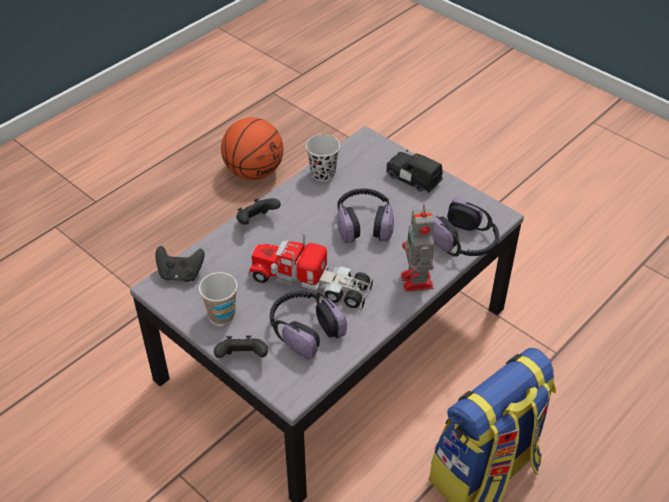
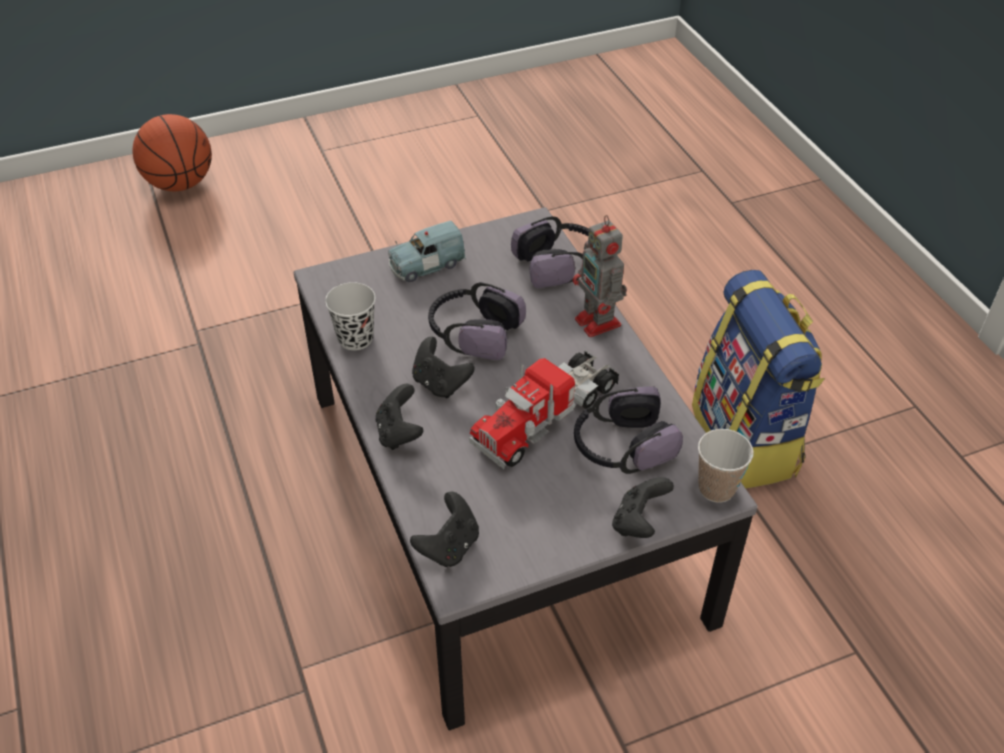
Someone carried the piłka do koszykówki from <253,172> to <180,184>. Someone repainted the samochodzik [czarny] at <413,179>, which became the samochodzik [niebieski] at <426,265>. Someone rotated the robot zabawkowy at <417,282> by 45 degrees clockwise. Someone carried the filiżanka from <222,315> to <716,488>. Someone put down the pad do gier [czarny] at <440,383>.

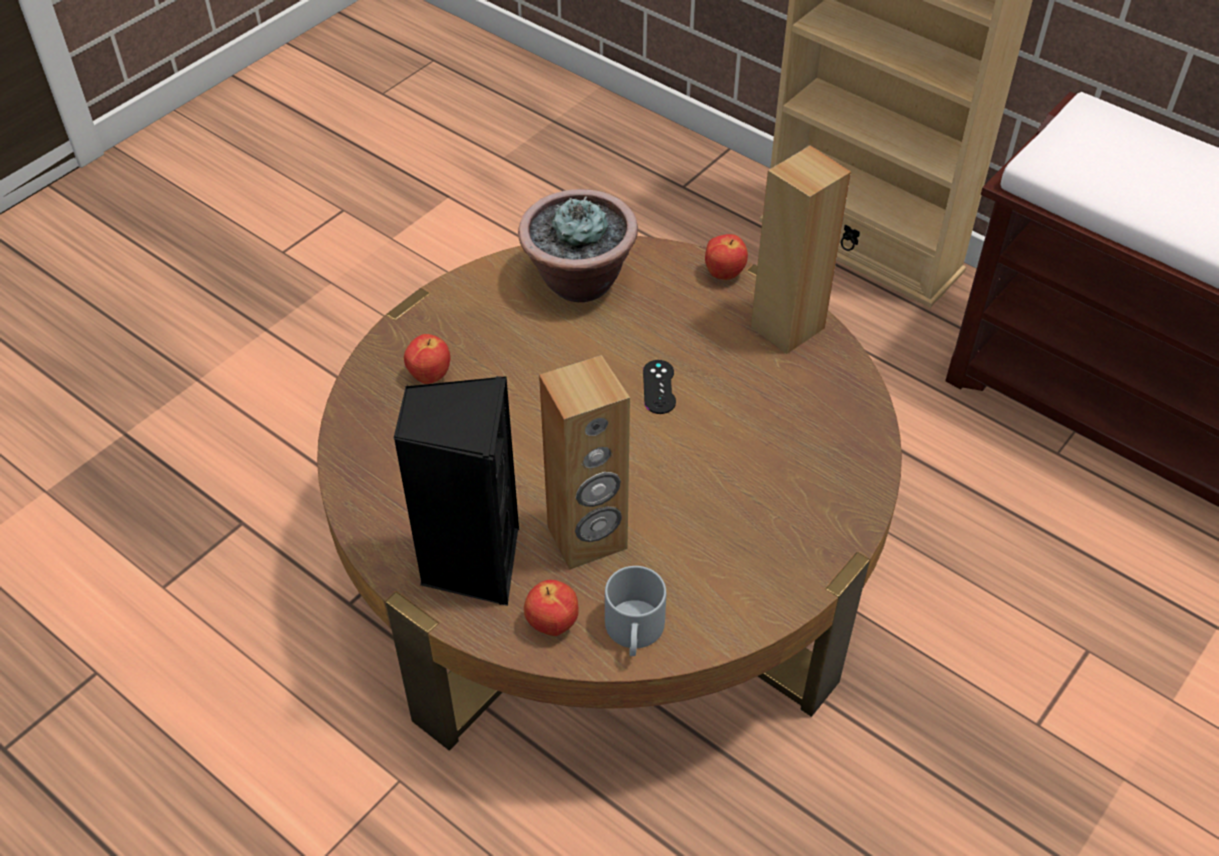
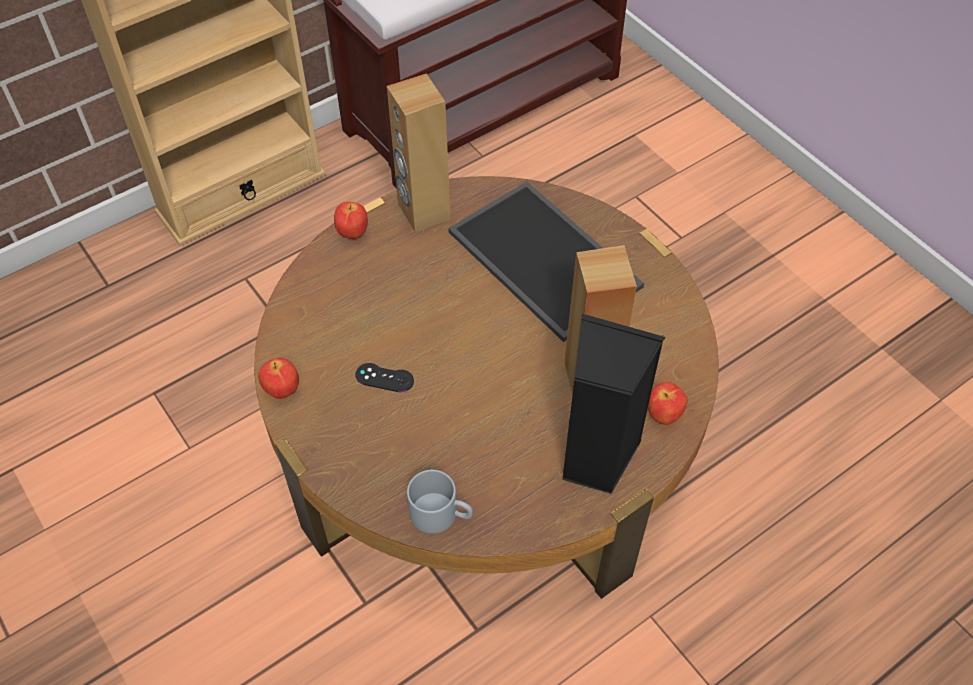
Someone took away the roślina doniczkowa at <578,281>. Someone carried the jabłko from <429,376> to <281,390>. Someone carried the pad do gier [czarny] from <659,387> to <384,378>. Someone carried the kubek [szary] from <635,633> to <441,514>. Someone put down the taca at <547,259>.

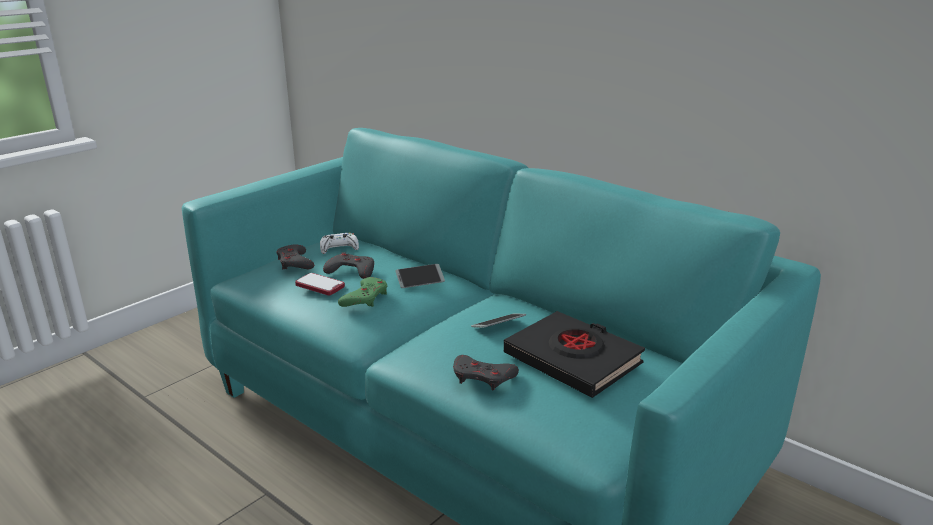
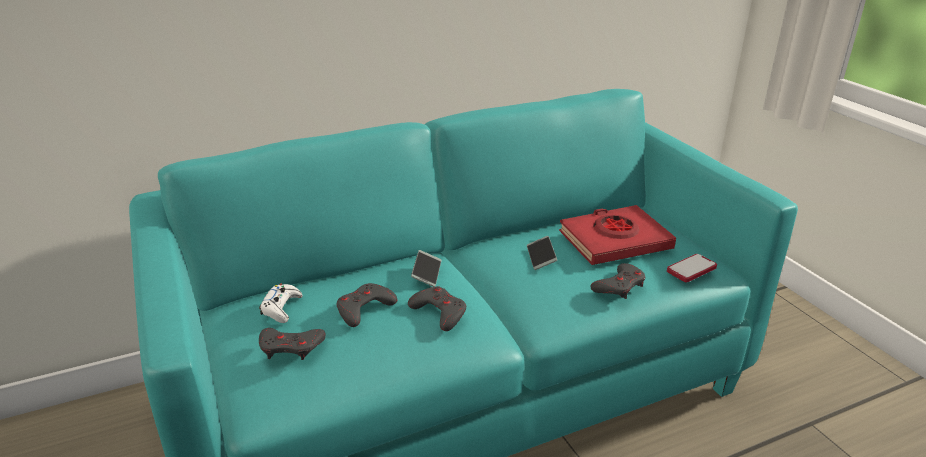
Someone carried the telefon from <320,285> to <691,269>. Someone repainted the pad do gier [zielony] at <365,298>, which became the pad do gier [szary] at <439,312>. Someone repainted the książka [czarny] at <573,360>, which became the książka [czerwony] at <614,241>.

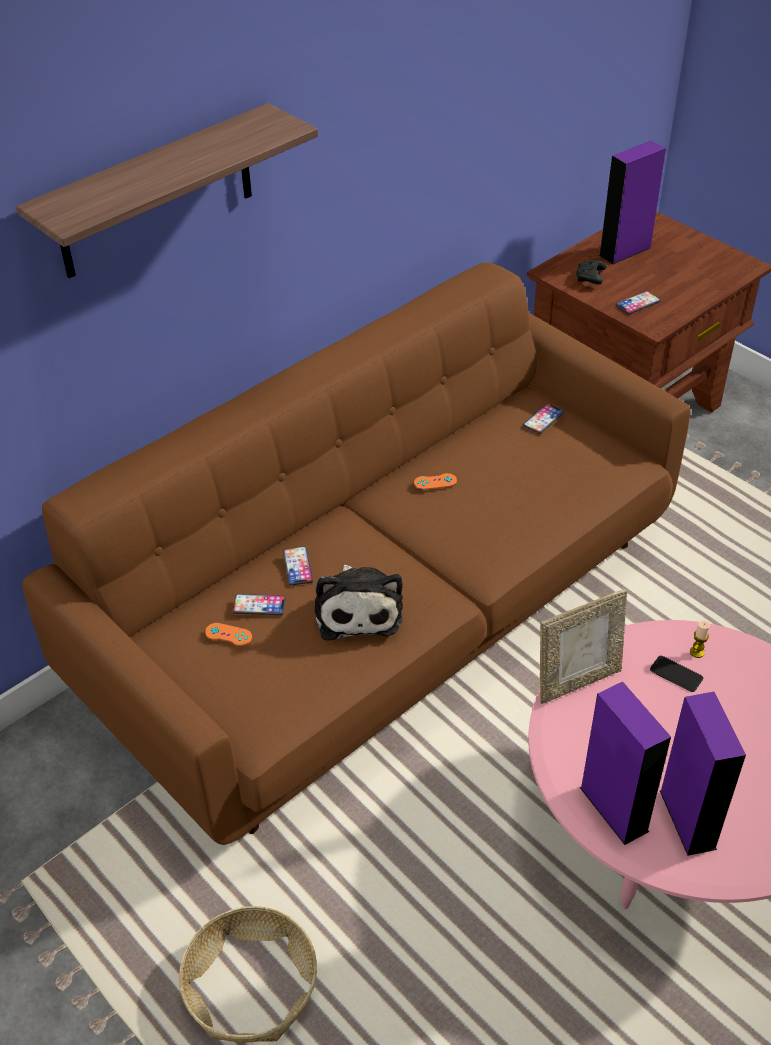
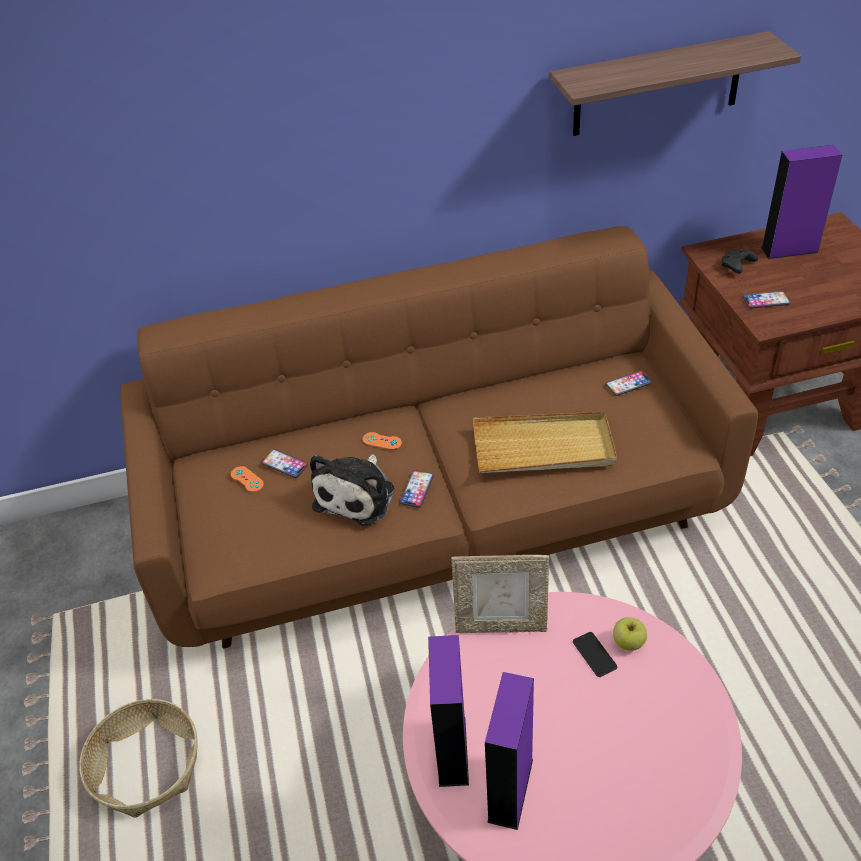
Someone carried the półka from <156,193> to <657,85>. Someone carried the pad do gier [pomarańczowy] from <435,482> to <382,441>. Someone carried the telefon from <297,566> to <417,489>. Someone swapped the świeca at <697,652> for the jabłko at <628,642>. Someone put down the taca [beżowy] at <543,447>.

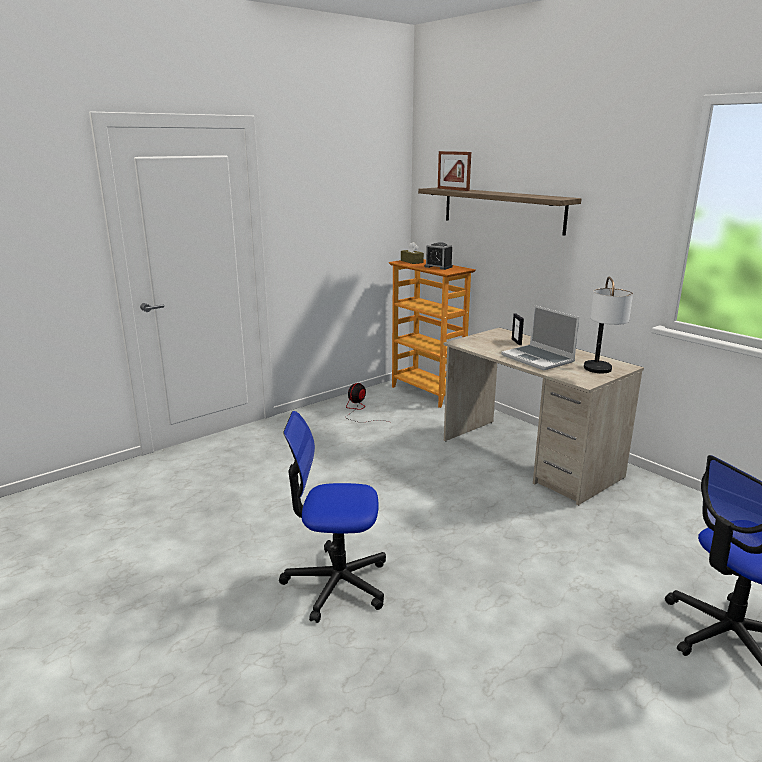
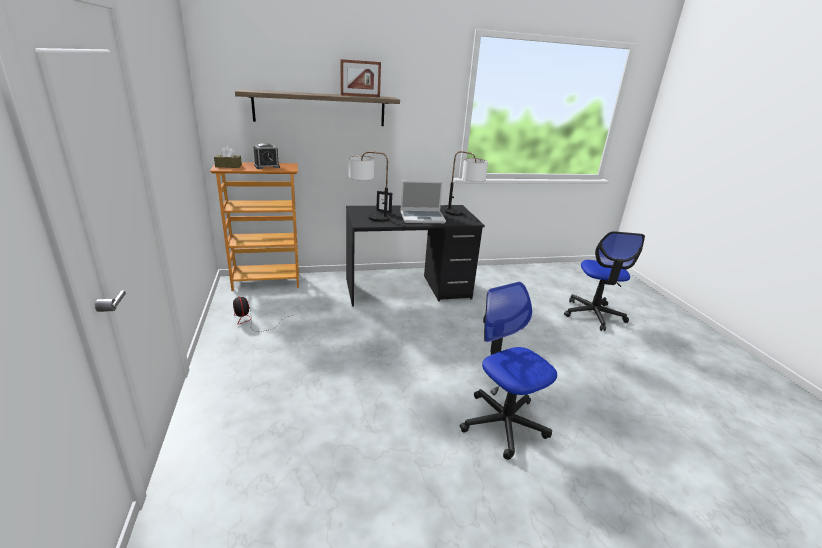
Someone carried the ramka na zdjęcie from <453,189> to <360,96>. Someone repainted the biurko [beżowy] at <529,458>, which became the biurko [czarny] at <408,289>. Someone rotated the krzesło biurowe at <336,583> by 120 degrees clockwise. Someone put down the lampa stołowa at <368,217>.

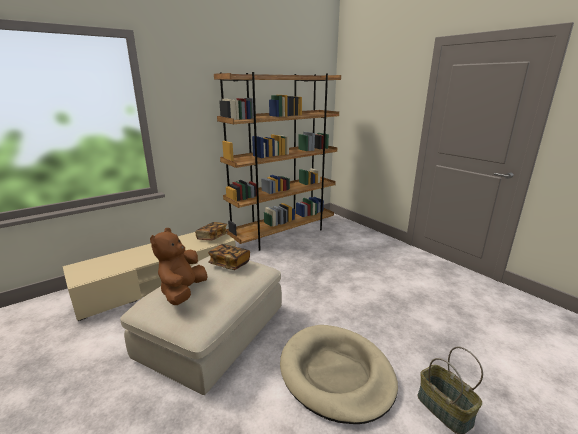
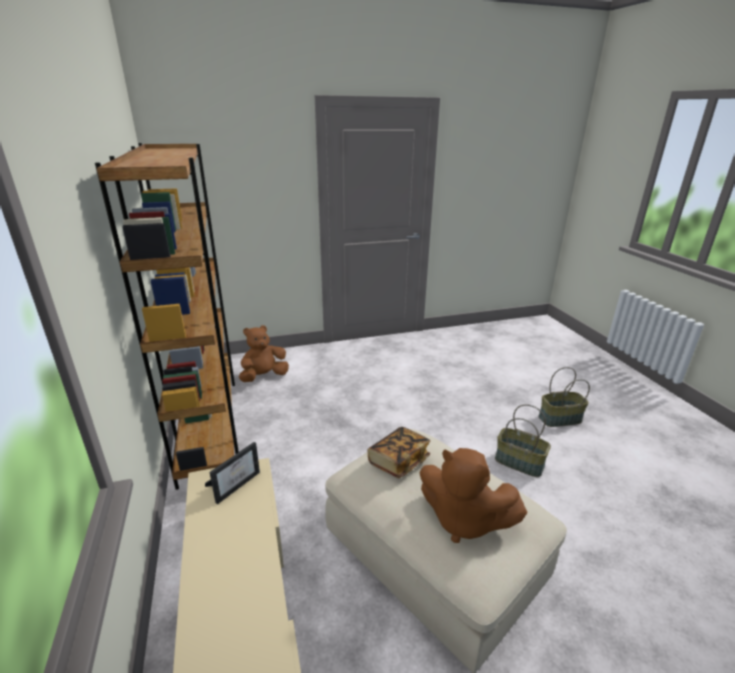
Someone swapped the książka at <212,237> for the ramka na zdjęcie at <235,484>. Someone swapped the legowisko [beżowy] at <336,374> for the koszyk at <519,462>. Someone put down the pluszak [brązowy] at <264,376>.

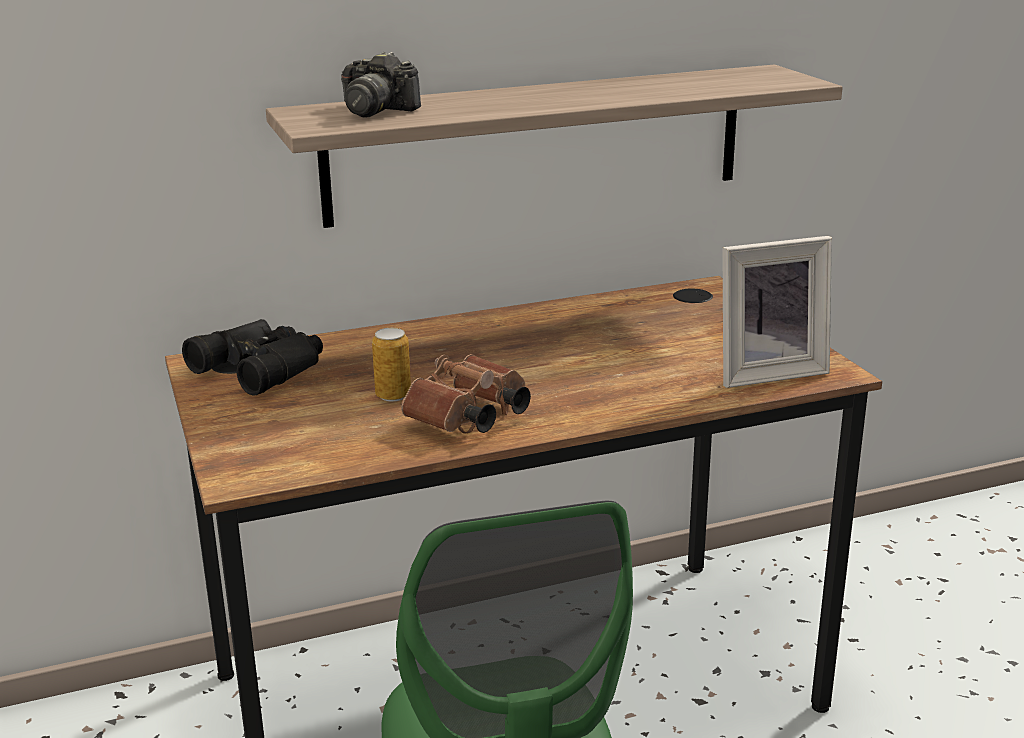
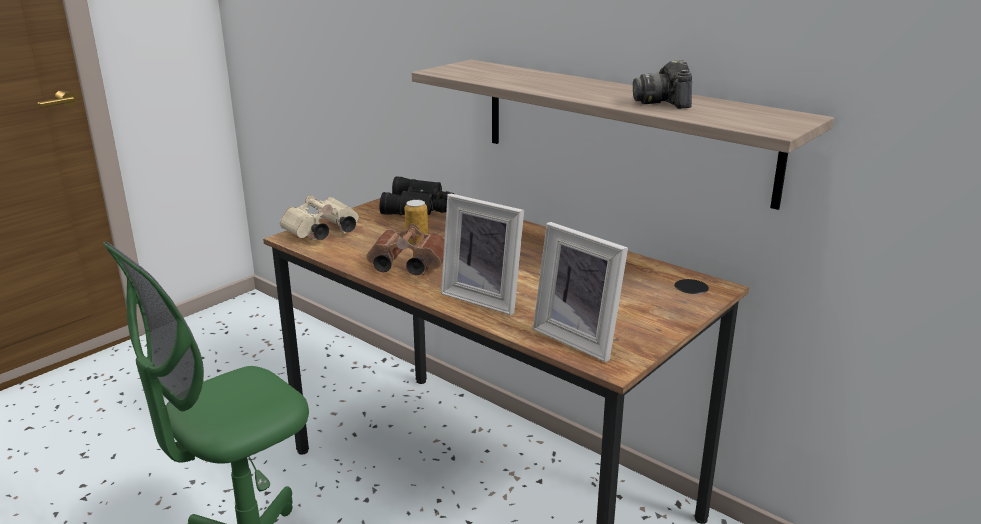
Someone carried the aparat fotograficzny from <376,110> to <664,102>. Someone put down the ramka na zdjęcie at <485,298>. Someone put down the lornetka [beżowy] at <320,233>.

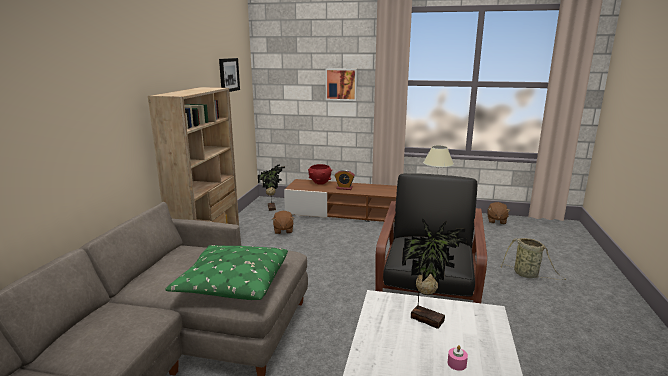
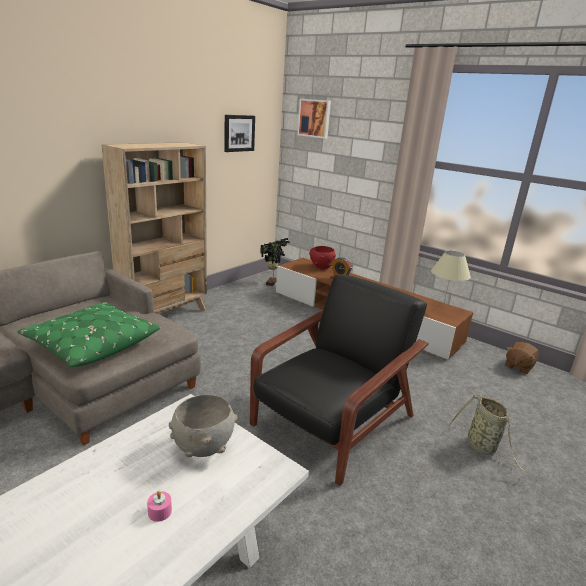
Someone carried the obraz from <341,84> to <314,118>. Someone took away the pluszak [brązowy] at <283,230>. Someone swapped the roślina doniczkowa at <427,318> for the miska [szary] at <203,448>.

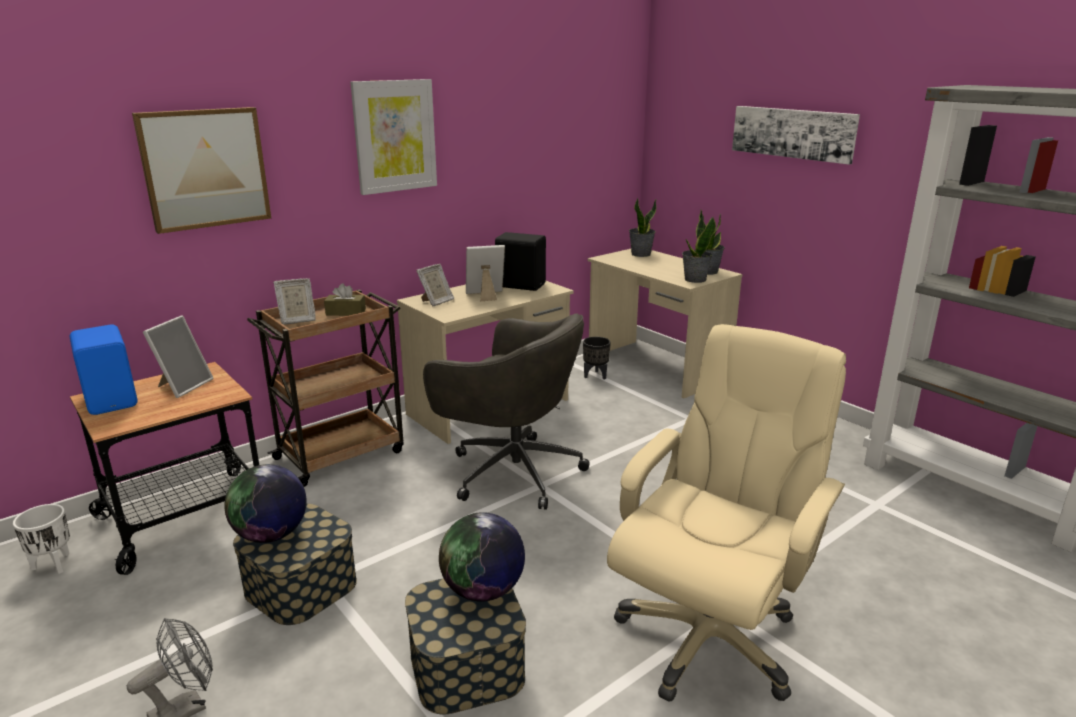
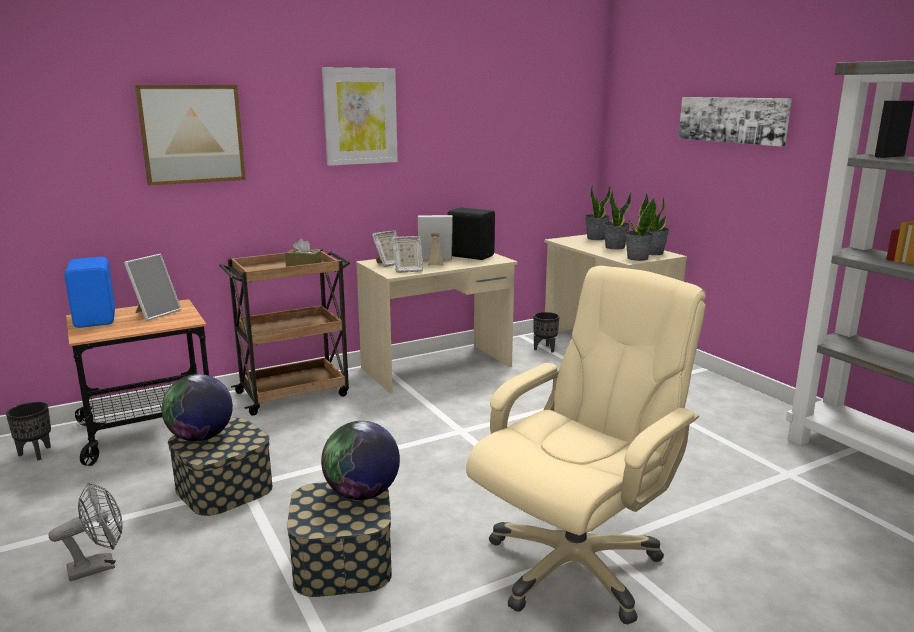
Someone carried the ramka na zdjęcie from <297,320> to <407,270>. Someone took away the krzesło biurowe [szary] at <512,471>. Someone repainted the donica [biały] at <52,565>, which became the donica [czarny] at <35,454>. Someone put down the roślina doniczkowa at <614,247>.

